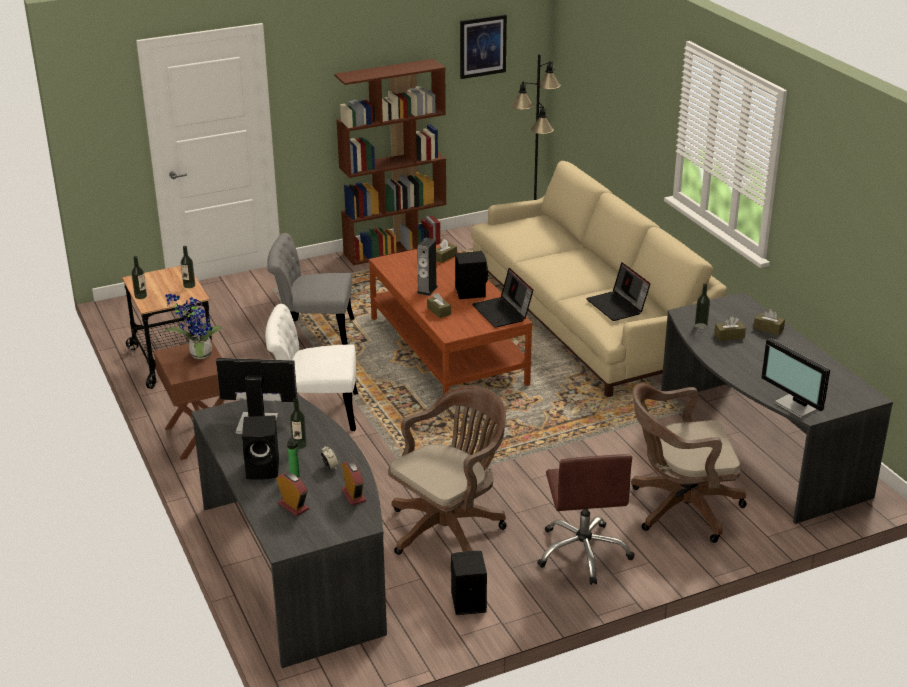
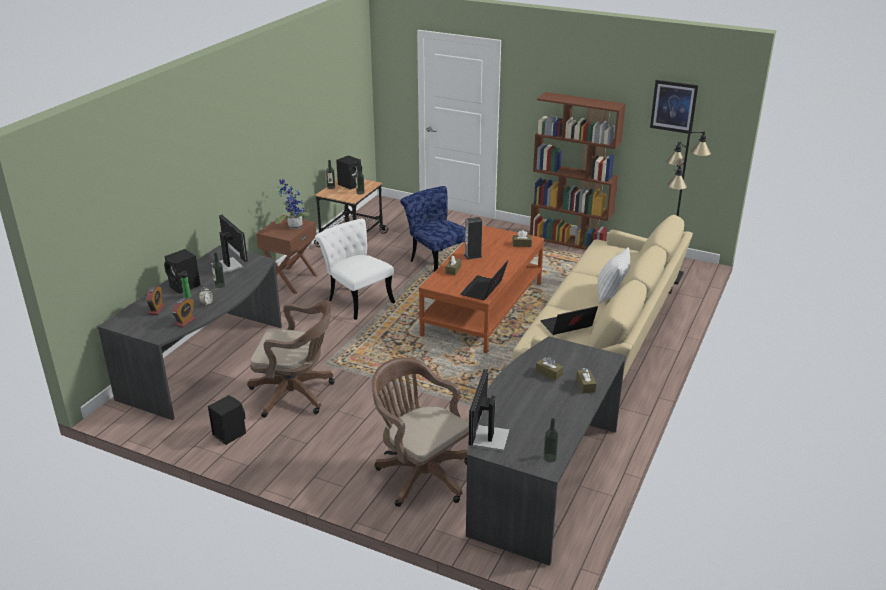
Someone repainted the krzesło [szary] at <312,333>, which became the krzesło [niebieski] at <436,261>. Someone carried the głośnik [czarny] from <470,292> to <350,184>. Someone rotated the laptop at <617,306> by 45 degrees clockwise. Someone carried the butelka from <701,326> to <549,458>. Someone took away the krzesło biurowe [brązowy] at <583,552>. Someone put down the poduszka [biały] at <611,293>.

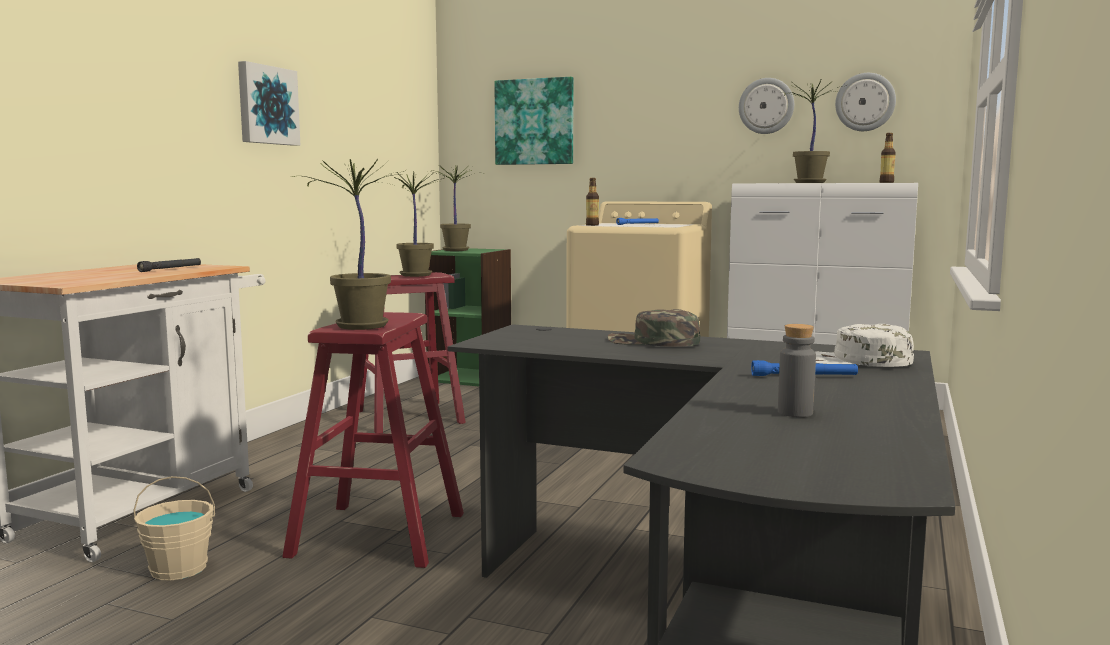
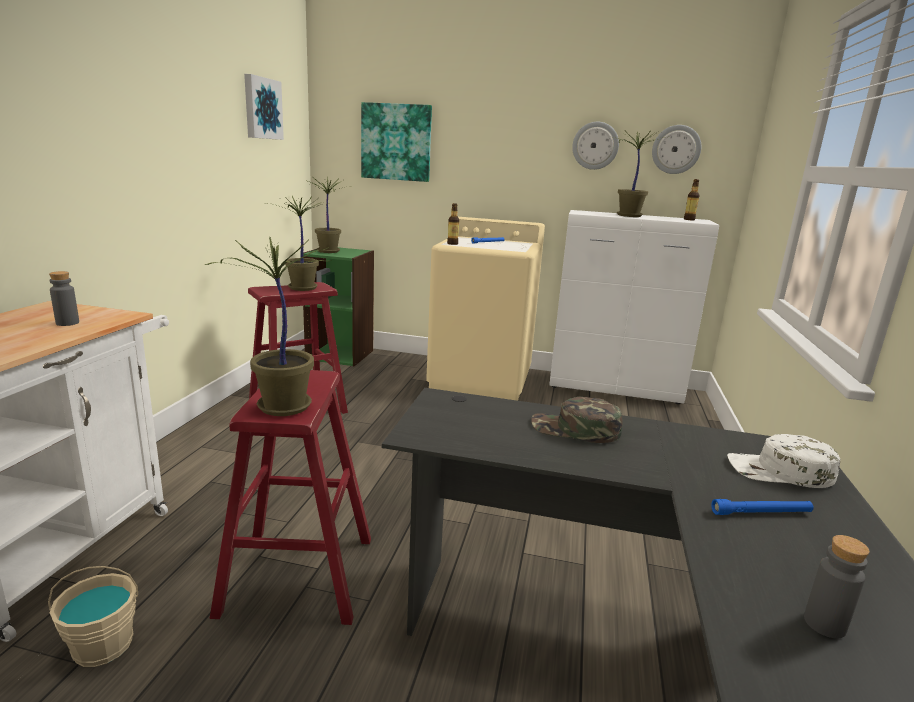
Someone carried the obraz from <266,105> to <262,108>. Someone swapped the latarka [czarny] at <171,269> for the butelka [szary] at <67,323>.

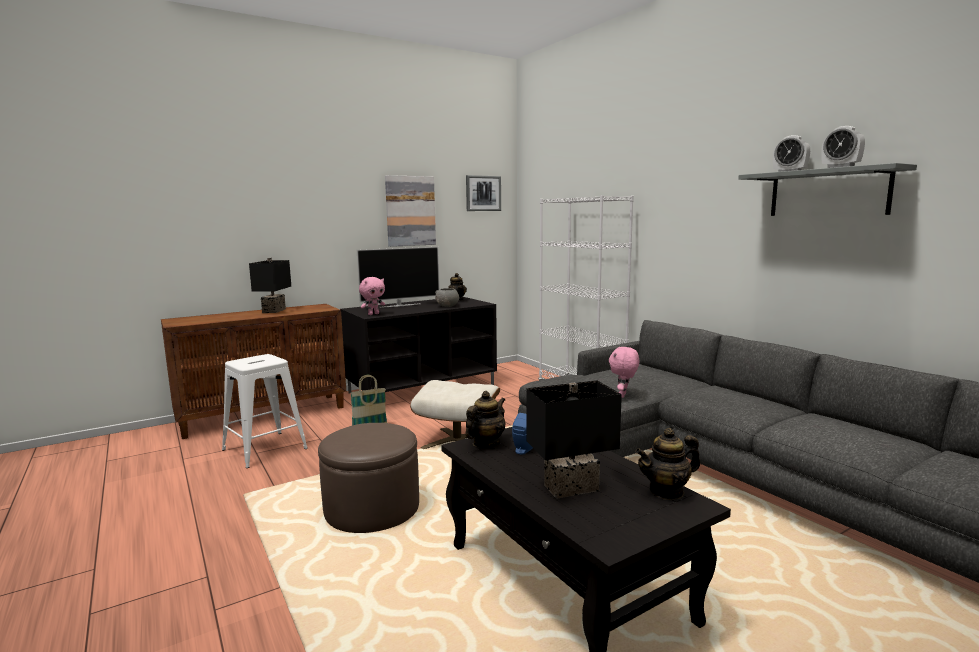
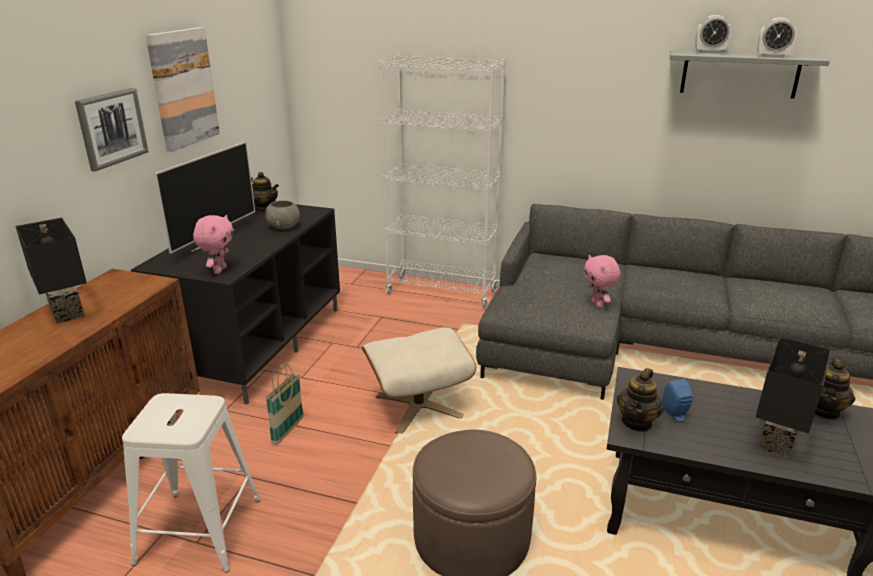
Someone carried the obraz from <483,193> to <112,128>. Someone rotated the imbryk at <486,443> by 150 degrees counterclockwise.

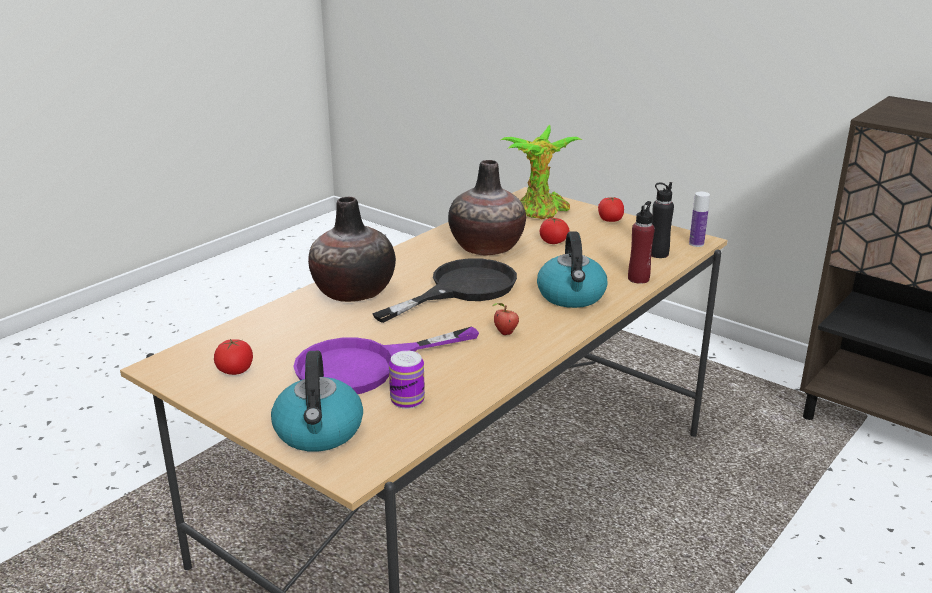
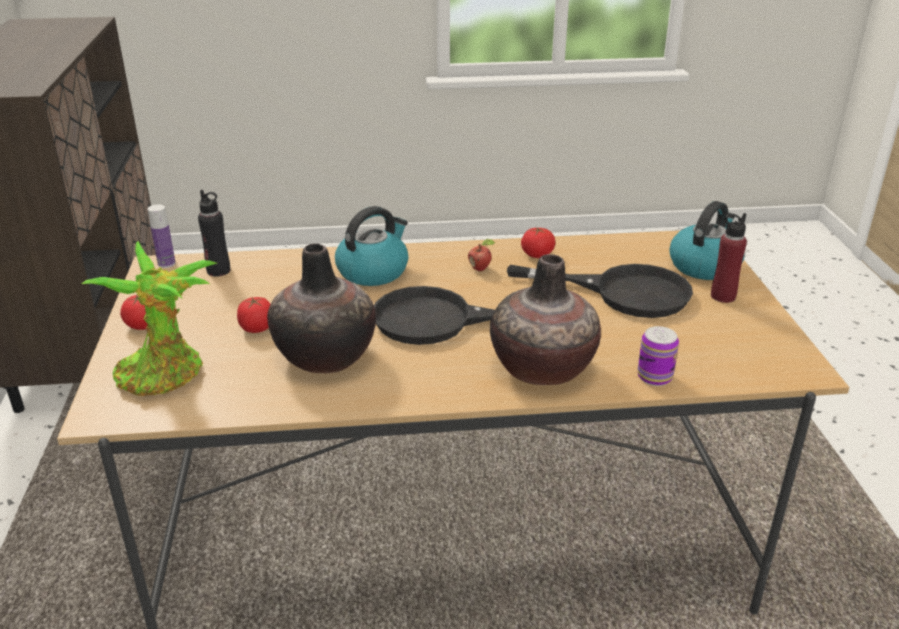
Someone carried the butelka [czerwony] from <638,279> to <722,296>. Someone repainted the patelnia [fioletowy] at <364,366>, which became the patelnia [czarny] at <623,292>. Someone carried the pomidor from <235,370> to <537,255>. Someone carried the puszka from <407,400> to <654,376>.

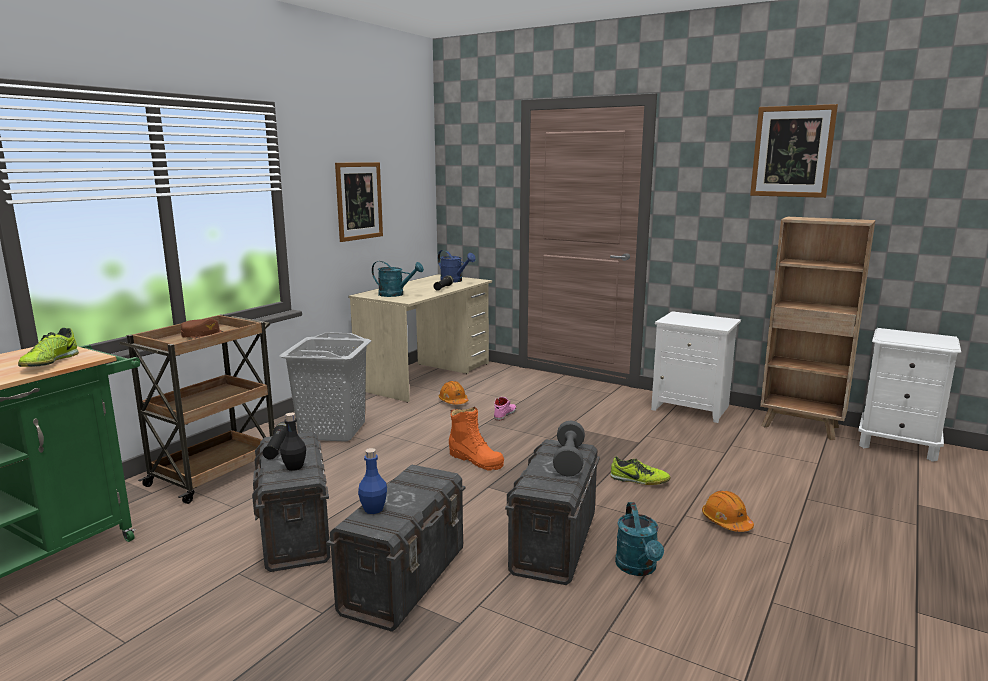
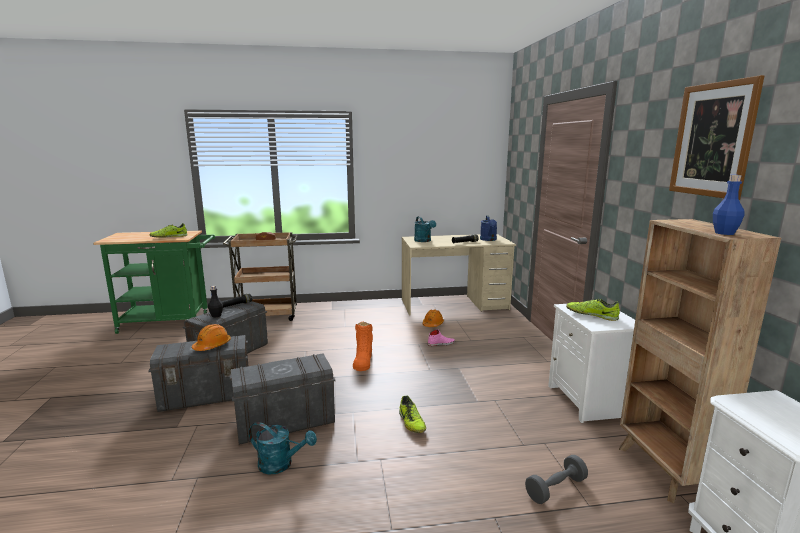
Someone took away the obraz at <359,201>. Someone took away the kosz na pranie [szary] at <333,430>. Someone carried the hantel [szary] from <569,460> to <555,488>. Someone carried the butelka [niebieski] from <373,509> to <724,233>. Someone carried the kask [pomarańczowy] from <726,522> to <212,346>. Someone rotated the konewka [turkusowy] at <638,568> by 120 degrees counterclockwise. Someone put down the but at <591,315>.

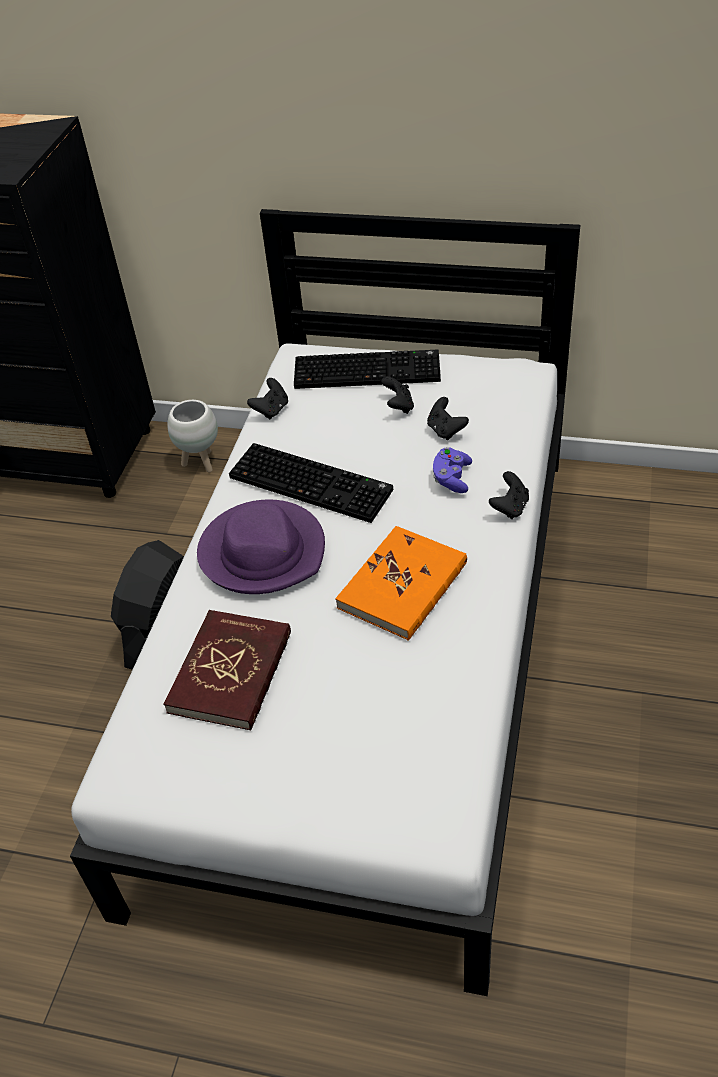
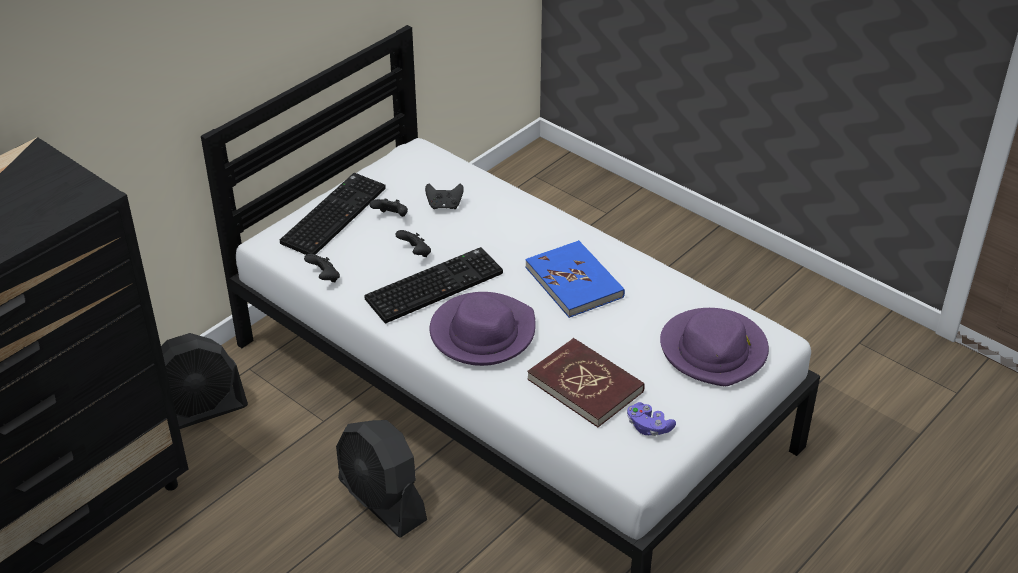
Someone swapped the donica [biały] at <201,463> for the wentylator [czarny] at <197,411>. Someone carried the pad do gier [fioletowy] from <452,478> to <648,427>. Someone carried the pad do gier [czarny] from <510,508> to <415,253>. Someone repainted the książka [pomarańczowy] at <403,586>, which became the książka [niebieski] at <574,282>. Someone put down the kapelusz [fioletowy] at <714,350>.

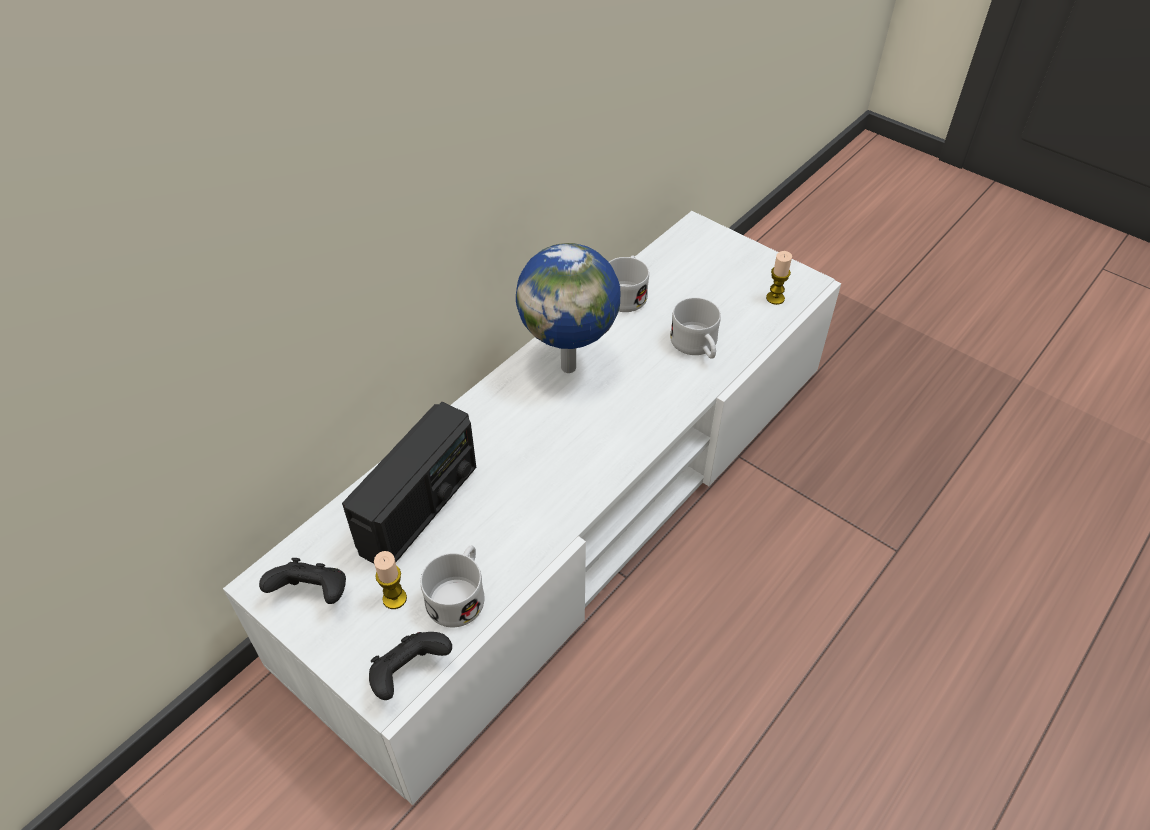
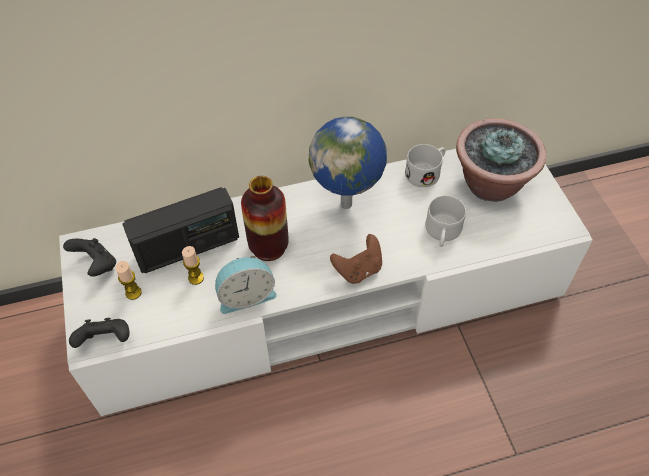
Someone carried the świeca from <775,298> to <196,278>. Someone took away the kubek [biały] at <460,594>. Someone put down the roślina doniczkowa at <491,184>. Someone put down the wazon at <269,247>. Someone put down the pad do gier [brązowy] at <358,270>. Someone put down the budzik at <246,295>.

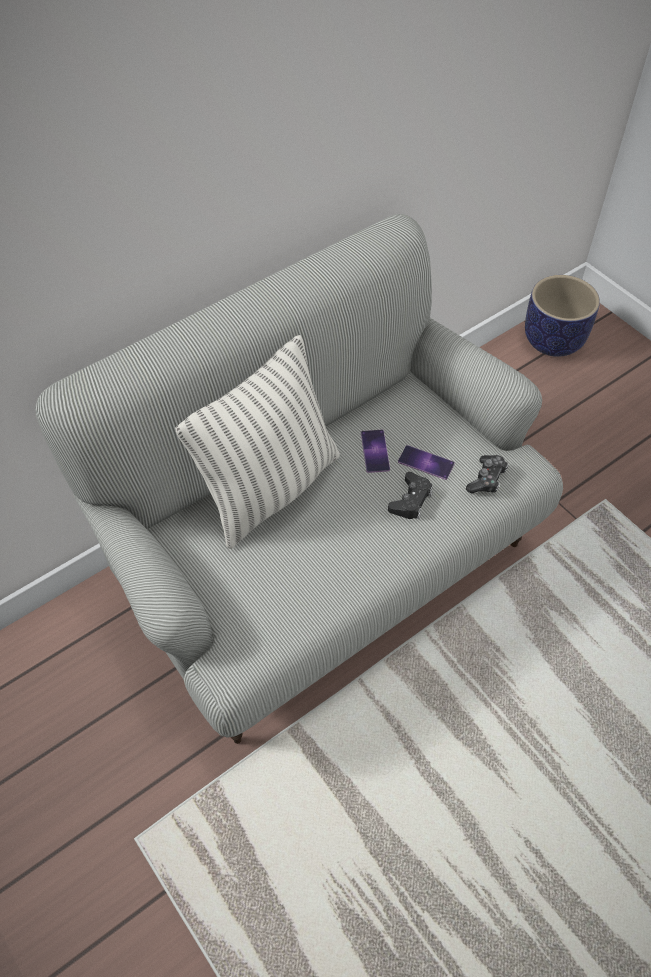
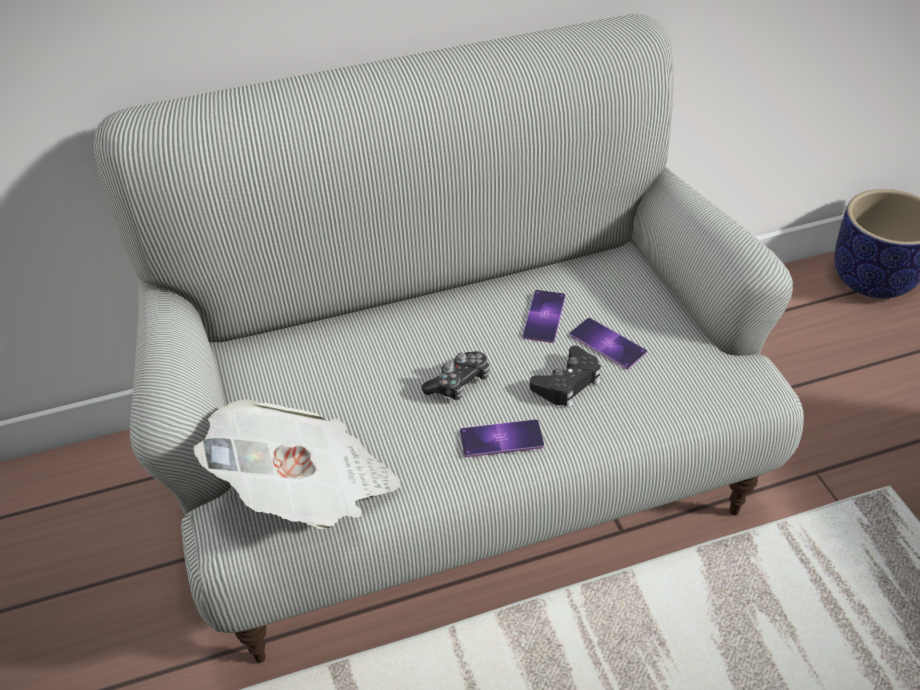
Someone took away the poduszka at <270,489>. Someone carried the pad do gier from <487,479> to <459,383>. Someone put down the gazeta at <308,491>. Someone put down the telefon at <501,439>.

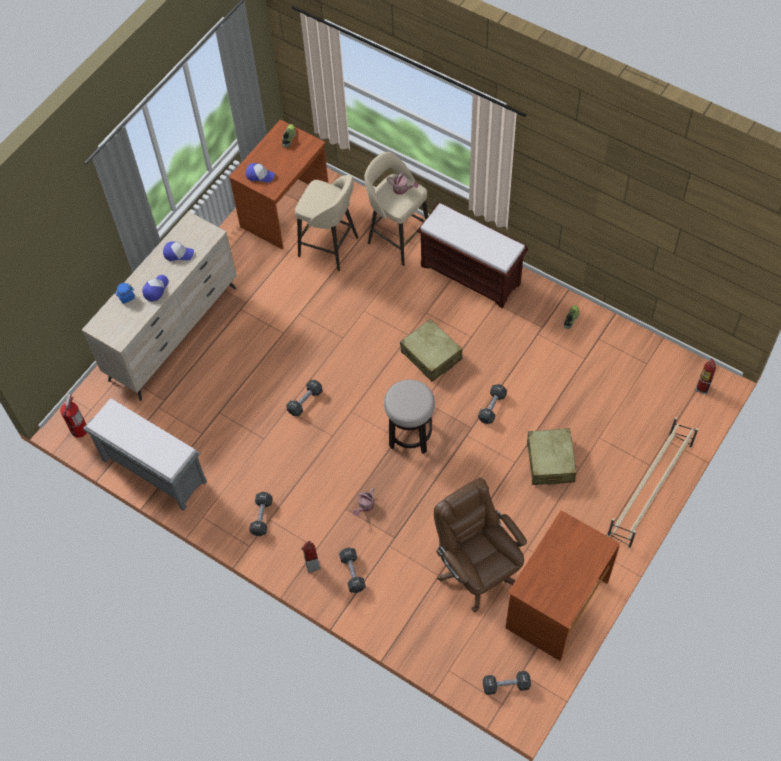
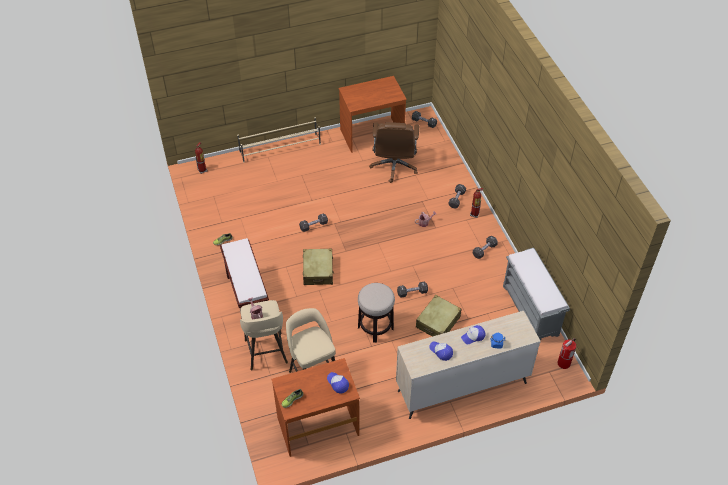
Someone carried the stołek from <410,435> to <375,327>. Someone carried the walizka [beżowy] from <550,462> to <438,322>.

